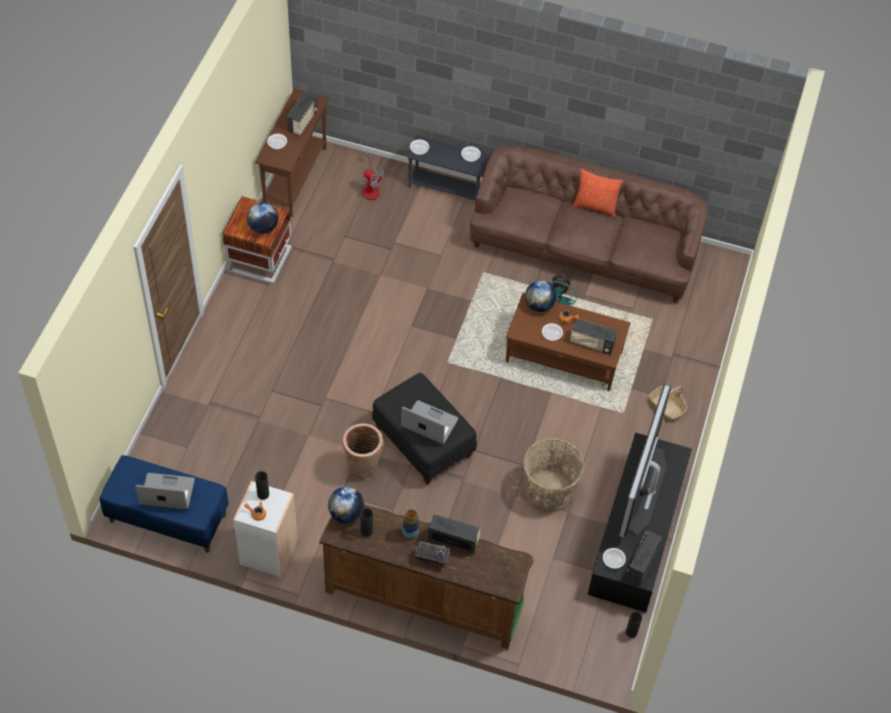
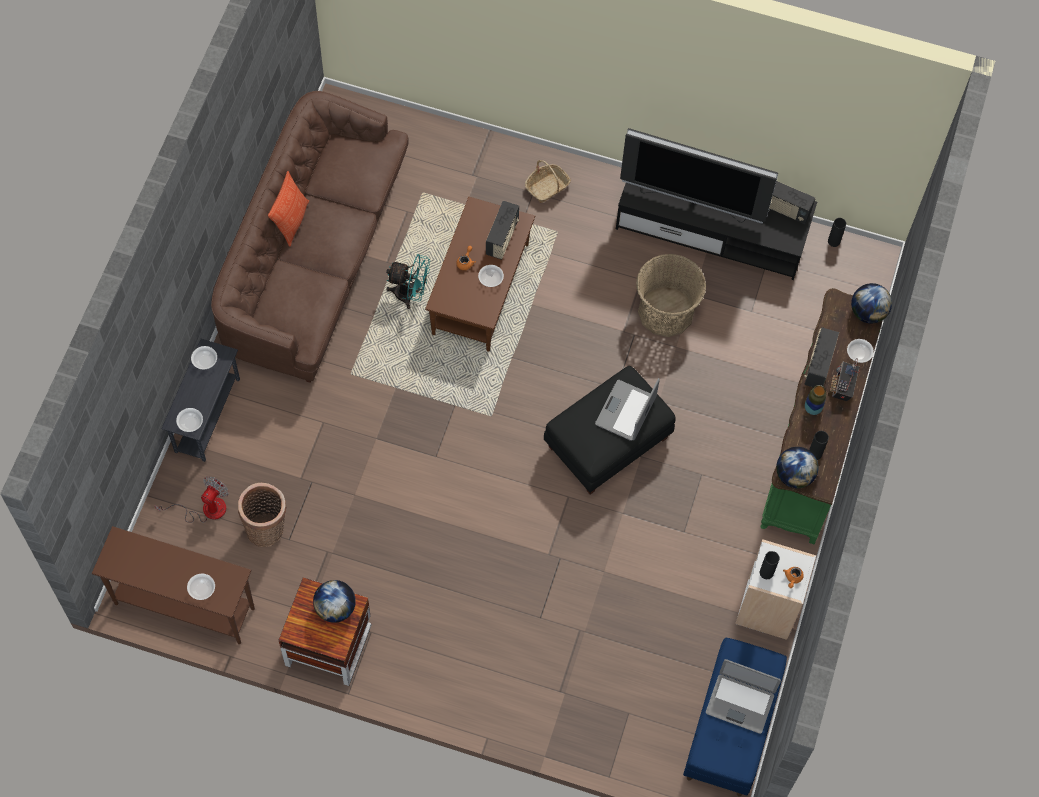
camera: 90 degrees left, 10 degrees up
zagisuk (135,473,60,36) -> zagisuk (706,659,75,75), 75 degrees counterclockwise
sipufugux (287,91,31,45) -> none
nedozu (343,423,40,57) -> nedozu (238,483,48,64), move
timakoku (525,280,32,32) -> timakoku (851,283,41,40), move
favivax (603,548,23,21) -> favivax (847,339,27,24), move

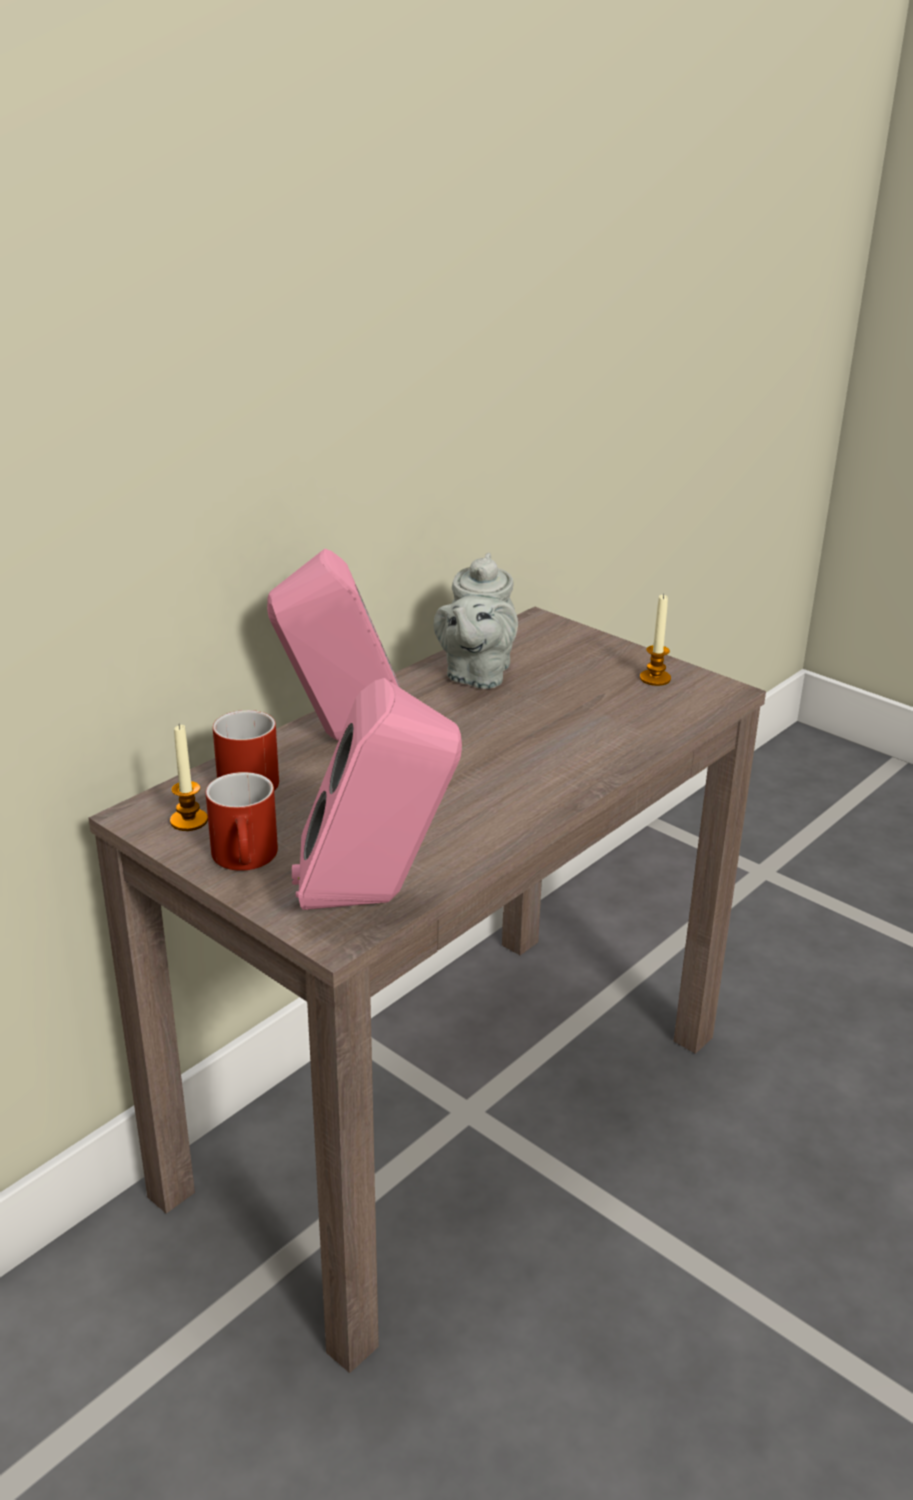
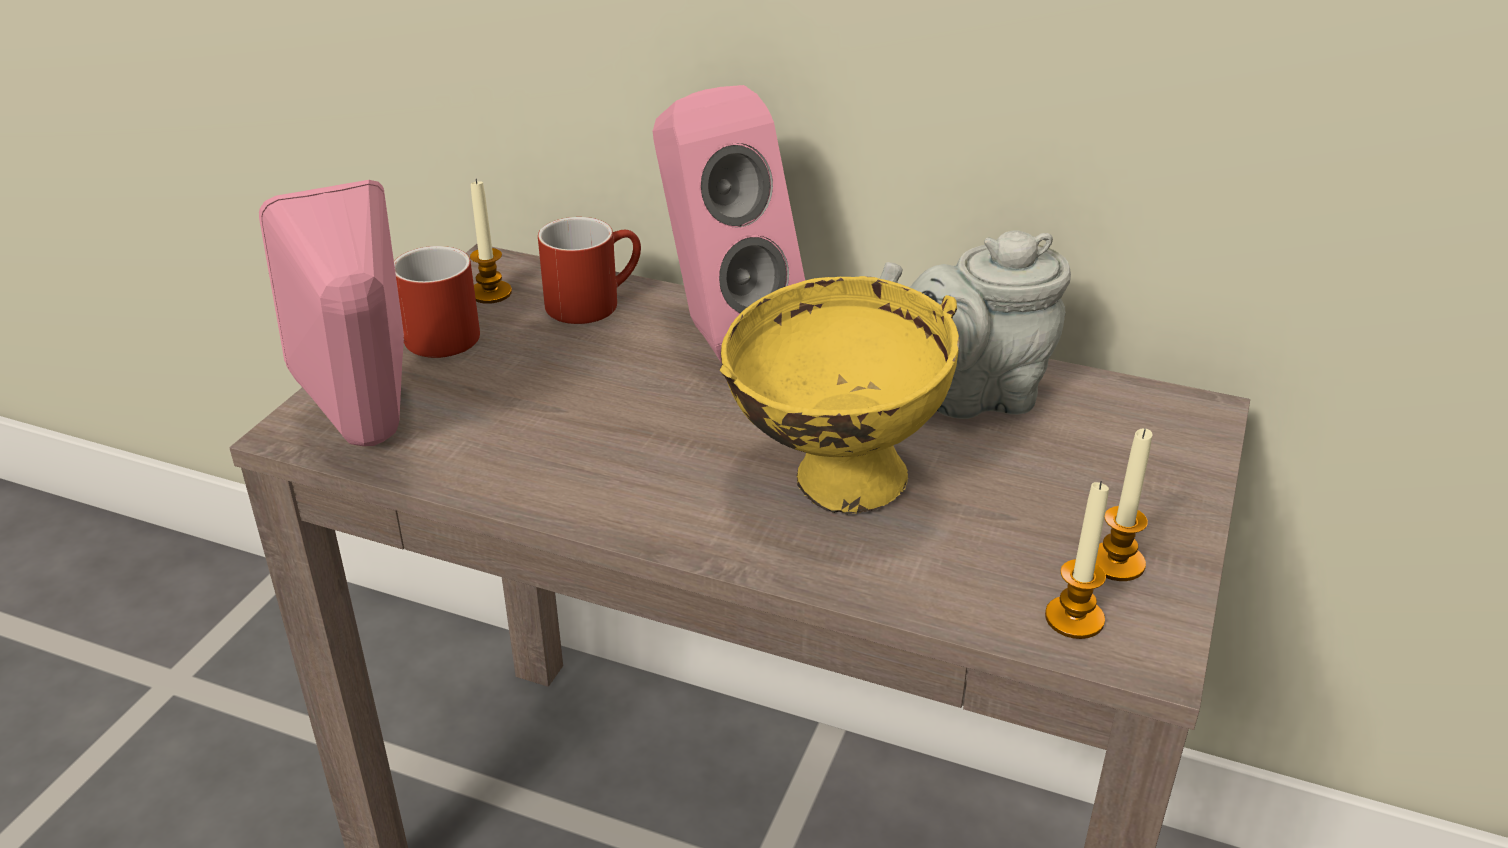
camera: 70 degrees right, 5 degrees up
none -> yellow favivax (720,276,239,239)
none -> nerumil (1045,481,64,158)

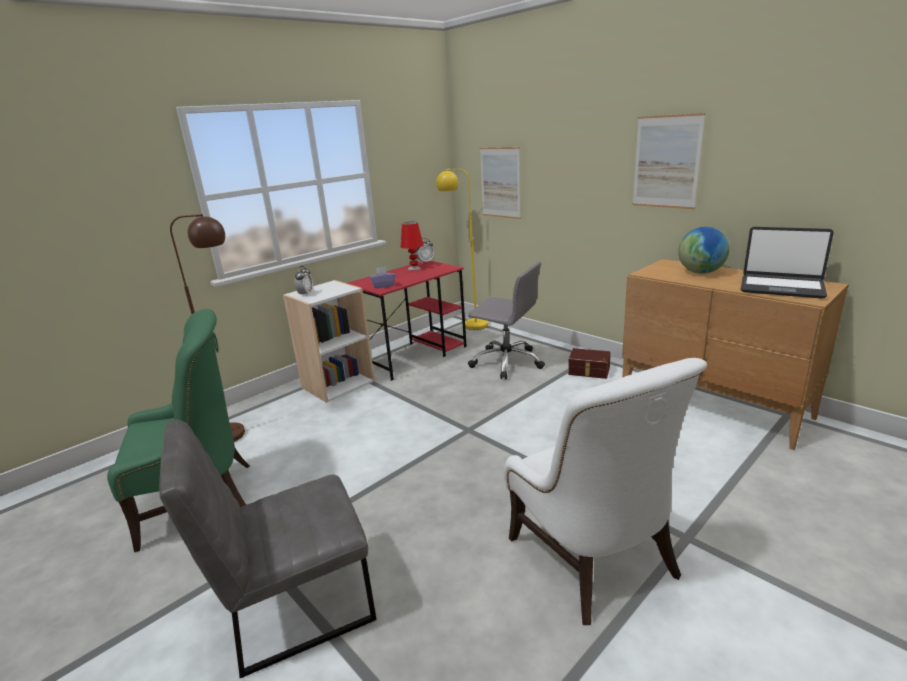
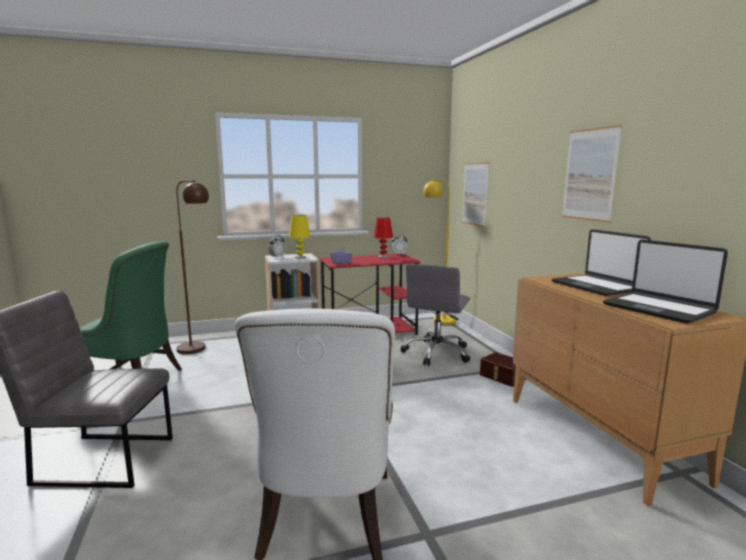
camera: 25 degrees right, 10 degrees down
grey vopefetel (468,262,77,117) -> grey vopefetel (400,264,70,102), 60 degrees clockwise
timakoku (678,227,52,47) -> zagisuk (552,229,99,67)
none -> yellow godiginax (289,215,21,44)

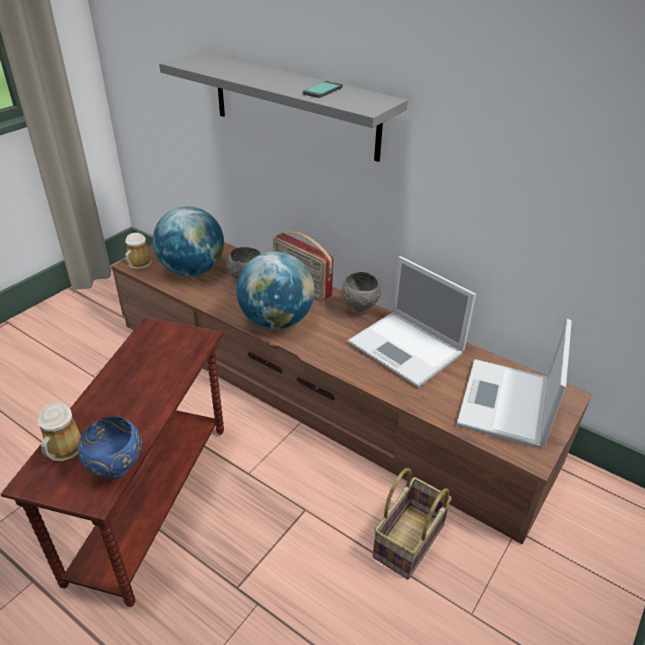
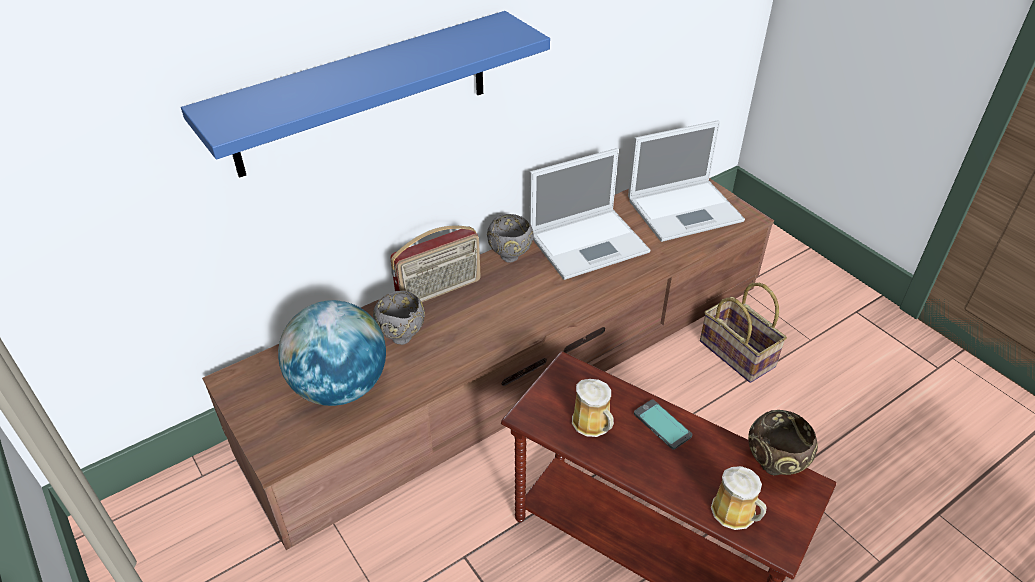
camera: 70 degrees left, 5 degrees up
blue favivax (78,416,64,63) -> brown favivax (748,410,70,66)
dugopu (125,233,26,36) -> dugopu (572,379,42,58), move
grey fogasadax (159,52,249,110) -> blue fogasadax (181,11,369,167)
timakoku (236,251,79,78) -> none
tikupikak (303,81,40,17) -> tikupikak (634,399,58,51), move
zagisuk (457,319,115,129) -> zagisuk (628,120,117,122), 60 degrees counterclockwise

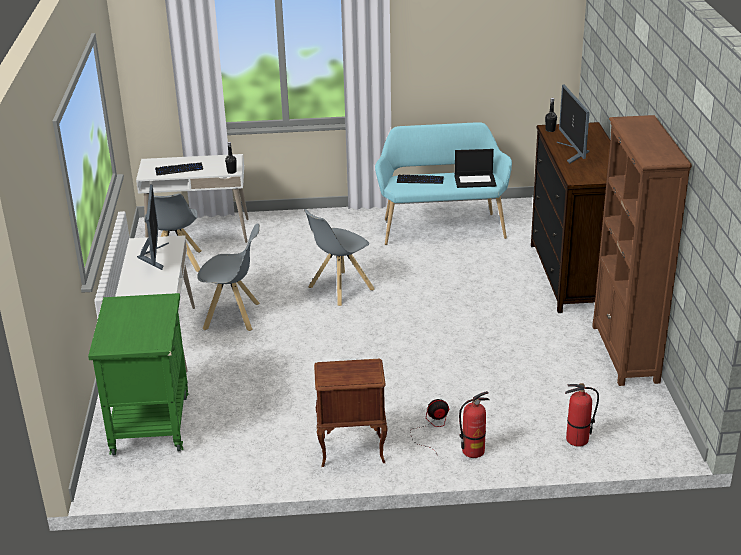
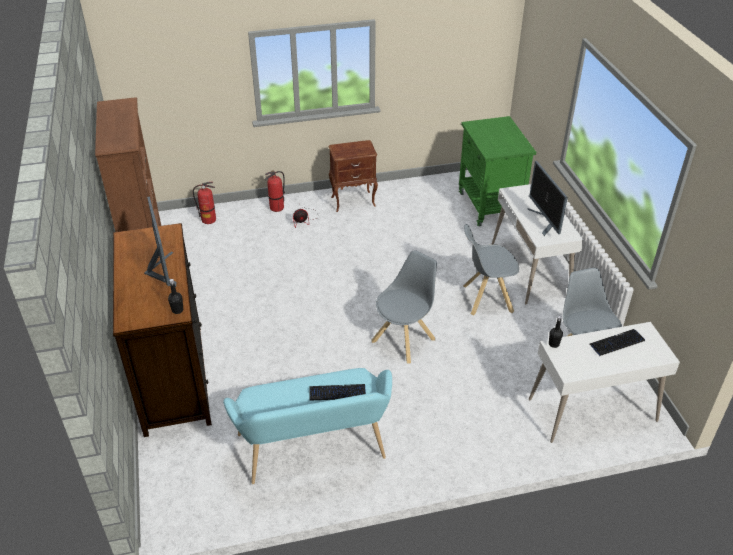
camera: 170 degrees right, 10 degrees up
zagisuk (454,149,43,39) -> none

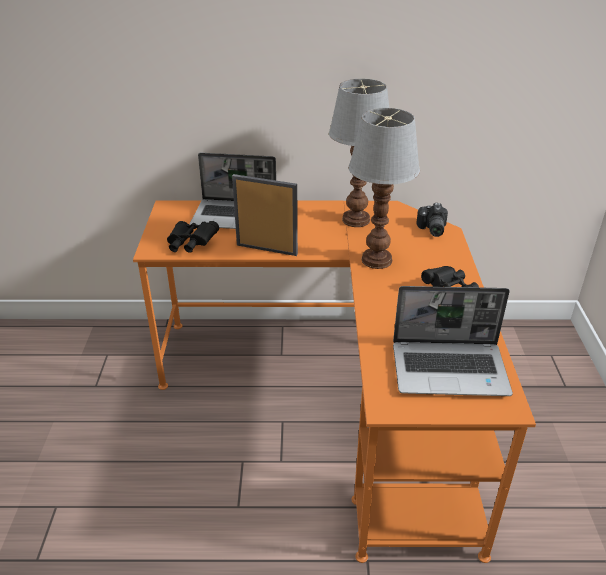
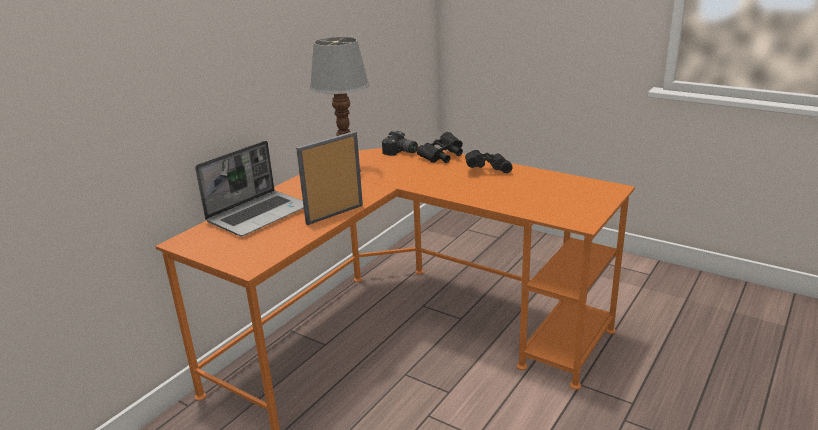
camera: 55 degrees left, 10 degrees down
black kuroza (167,221,52,31) -> black kuroza (417,132,46,31), move
godiginax (348,108,72,161) -> none
zagisuk (393,286,120,110) -> none

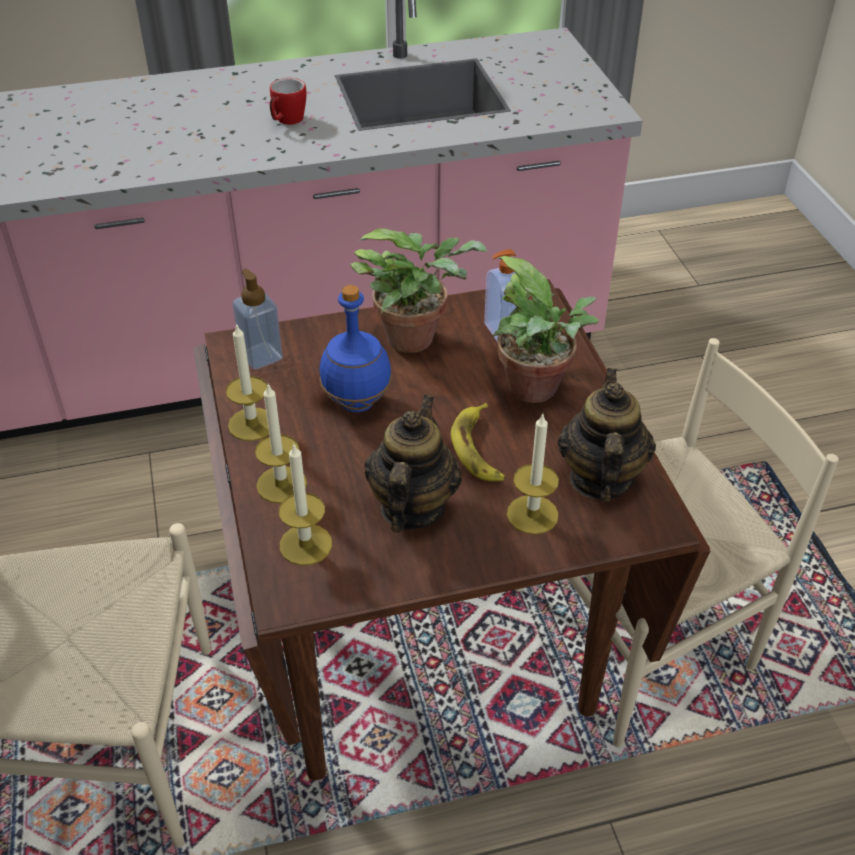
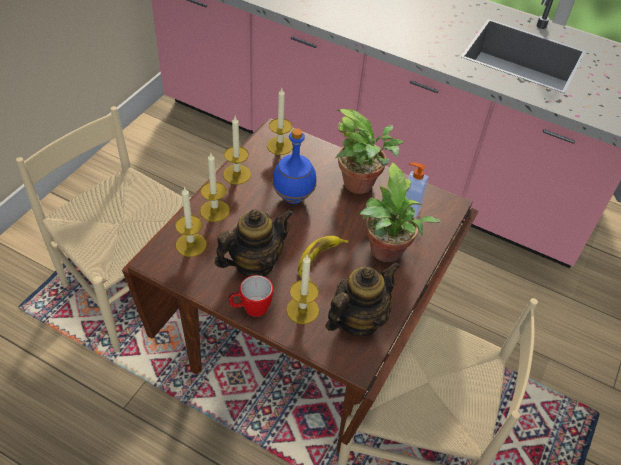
camera: 40 degrees right, 5 degrees up
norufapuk (232,269,51,101) -> nerumil (267,88,26,67)
dugopu (269,78,38,47) -> dugopu (228,275,46,42), move

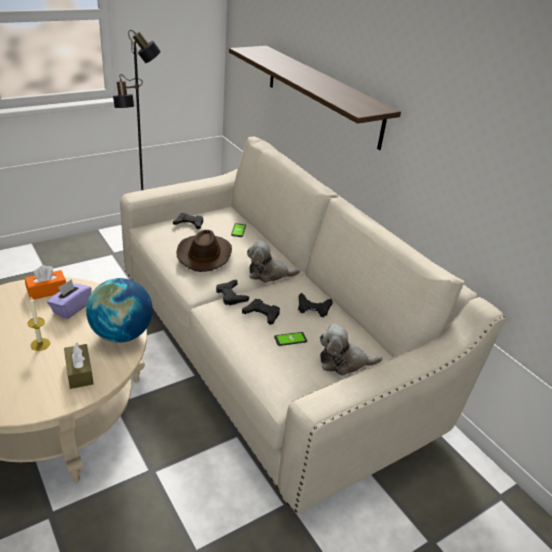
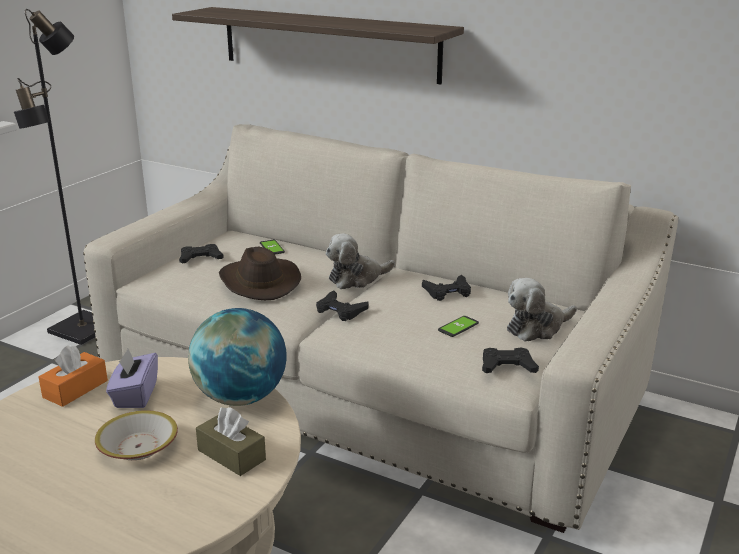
camera: 25 degrees left, 10 degrees down
nerumil (28,297,22,54) -> favivax (95,410,83,50)
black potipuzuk (242,299,38,26) -> black potipuzuk (482,348,57,25), move

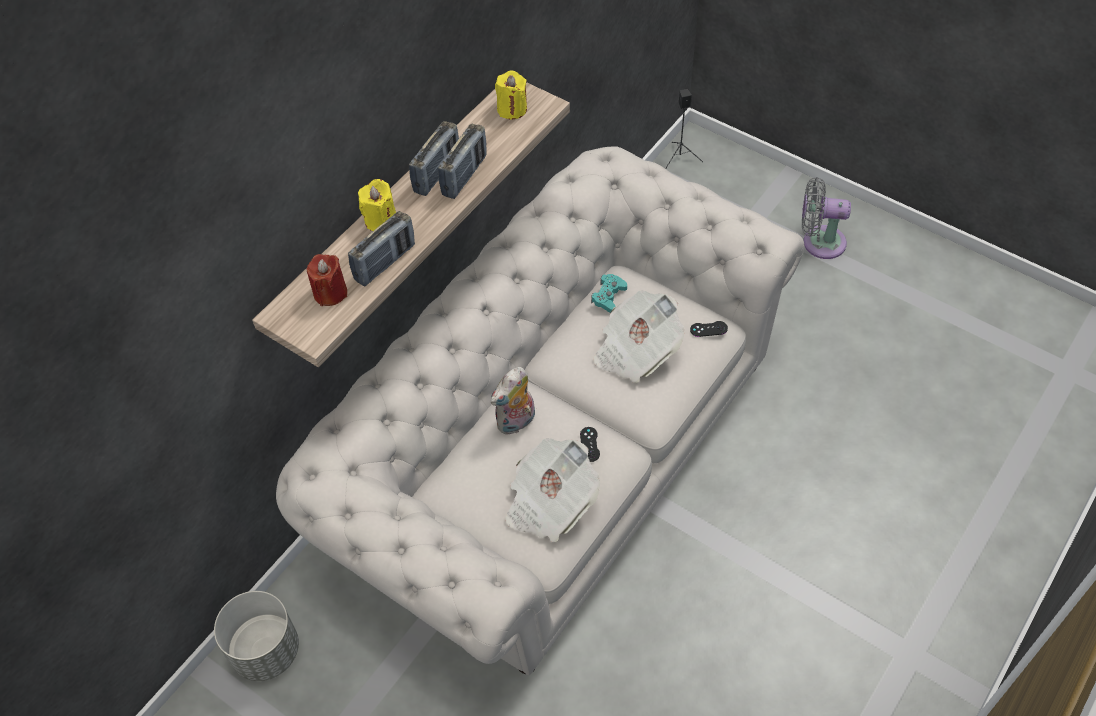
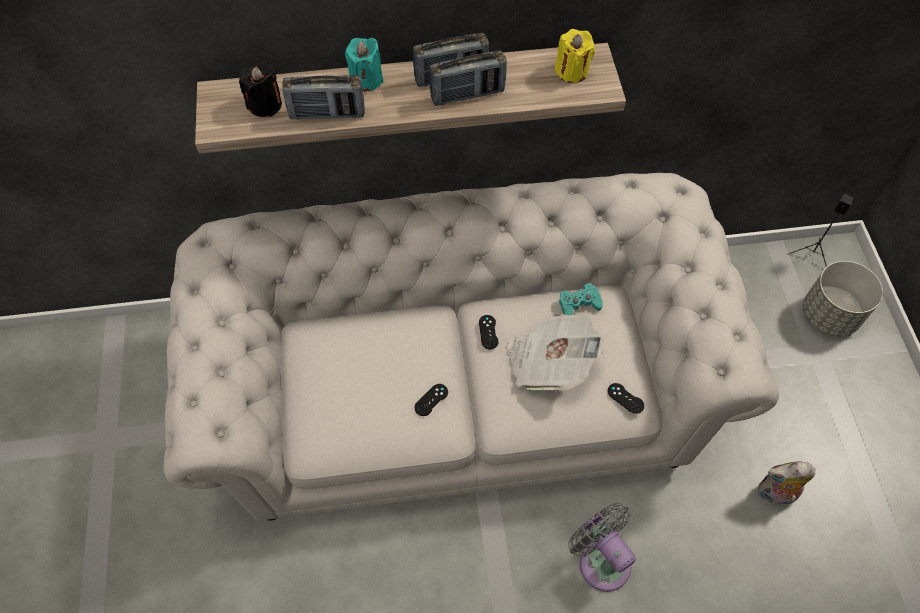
camera: 45 degrees right, 5 degrees up
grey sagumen (214,591,85,90) -> grey sagumen (803,261,80,76), move
red nerumil (306,254,41,52) -> black nerumil (239,62,43,55)
yellow nerumil (358,179,38,52) -> turquoise nerumil (345,38,38,53)
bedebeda (491,367,44,68) -> bedebeda (758,462,58,46), move
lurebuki (505,438,95,104) -> none
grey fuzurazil (802,177,49,82) -> grey fuzurazil (568,503,68,89), move
none -> black potipuzuk (479,315,20,34)

